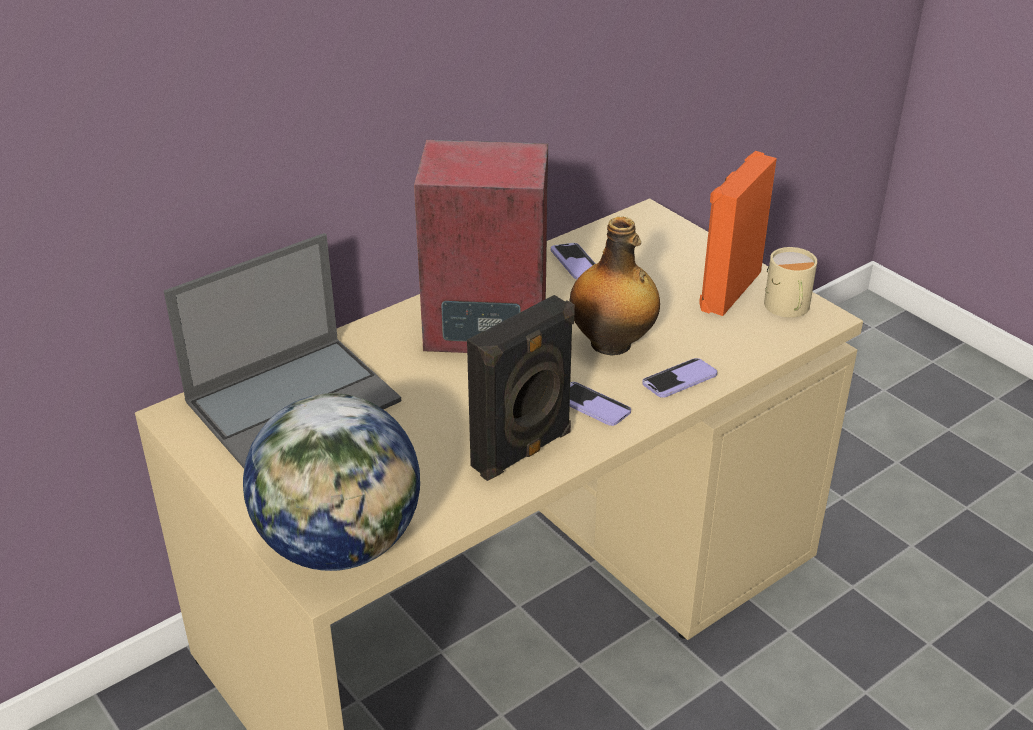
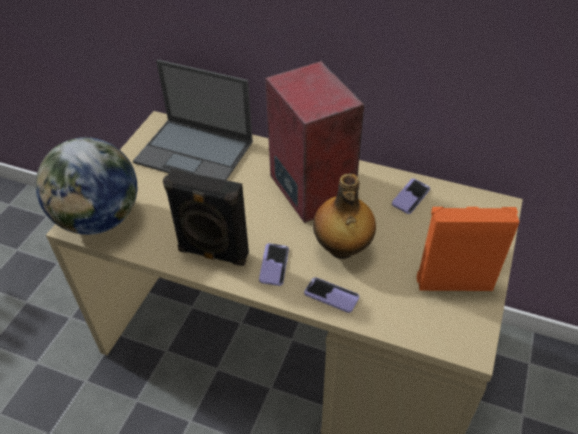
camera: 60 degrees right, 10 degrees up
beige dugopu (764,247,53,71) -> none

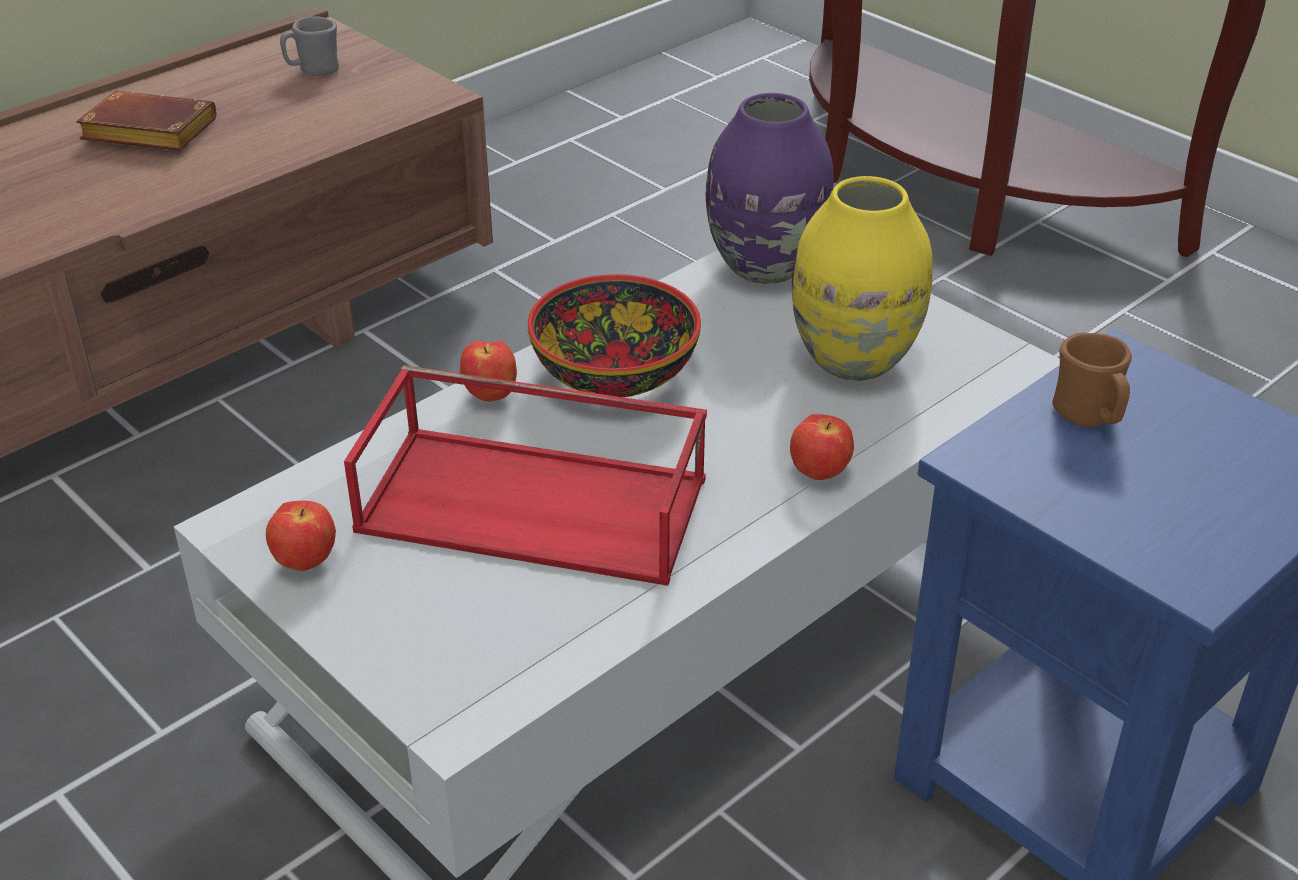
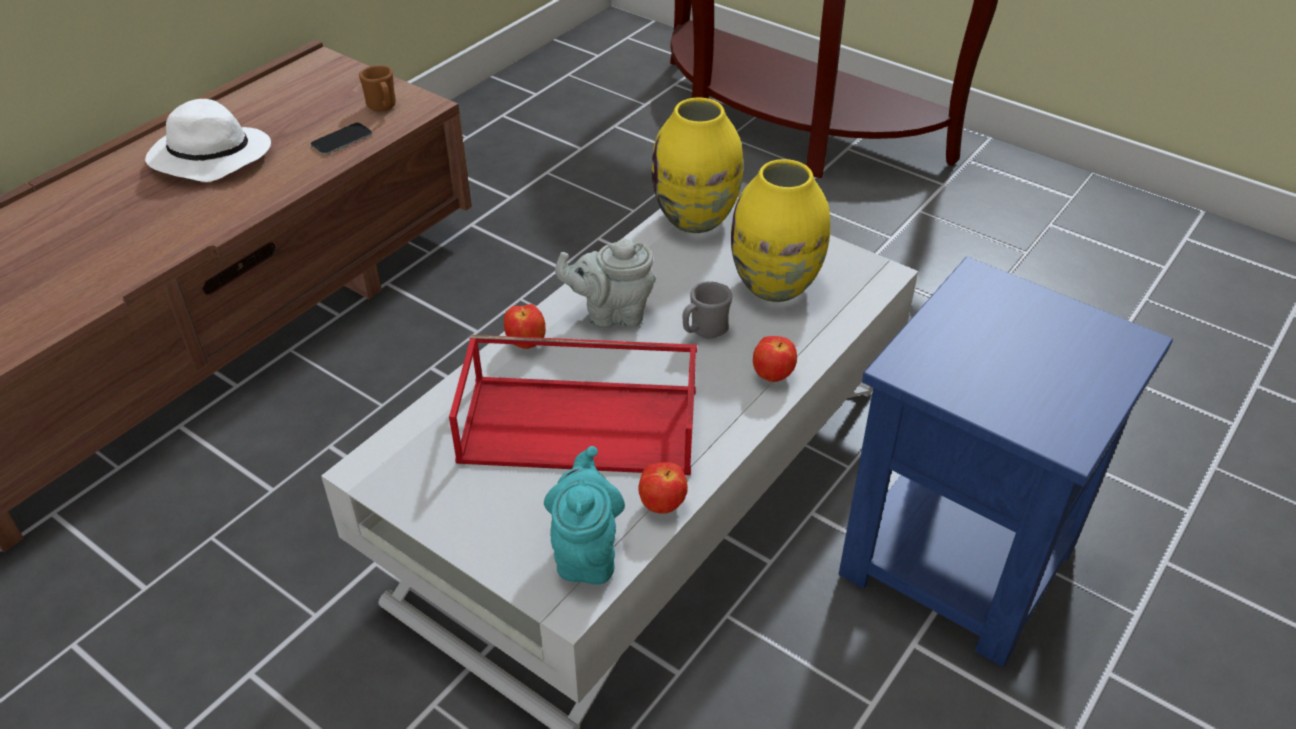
camera: 10 degrees left, 5 degrees up
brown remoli (76,91,140,60) -> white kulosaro (145,99,126,83)
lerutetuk (266,501,70,70) -> lerutetuk (639,462,49,52), move
grey dugopu (280,16,59,60) -> grey dugopu (683,281,49,58), move
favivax (528,274,173,123) -> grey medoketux (555,239,101,90)
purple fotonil (706,93,128,191) -> yellow fotonil (652,98,91,135)
brown dugopu (1052,332,80,95) -> brown dugopu (359,66,37,46), move
none -> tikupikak (311,123,61,32)
none -> turquoise medoketux (544,446,81,139)

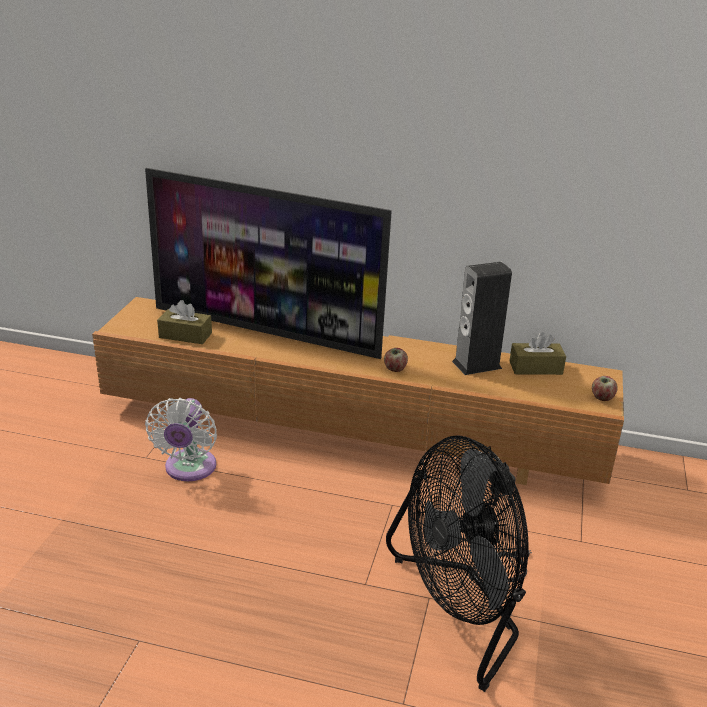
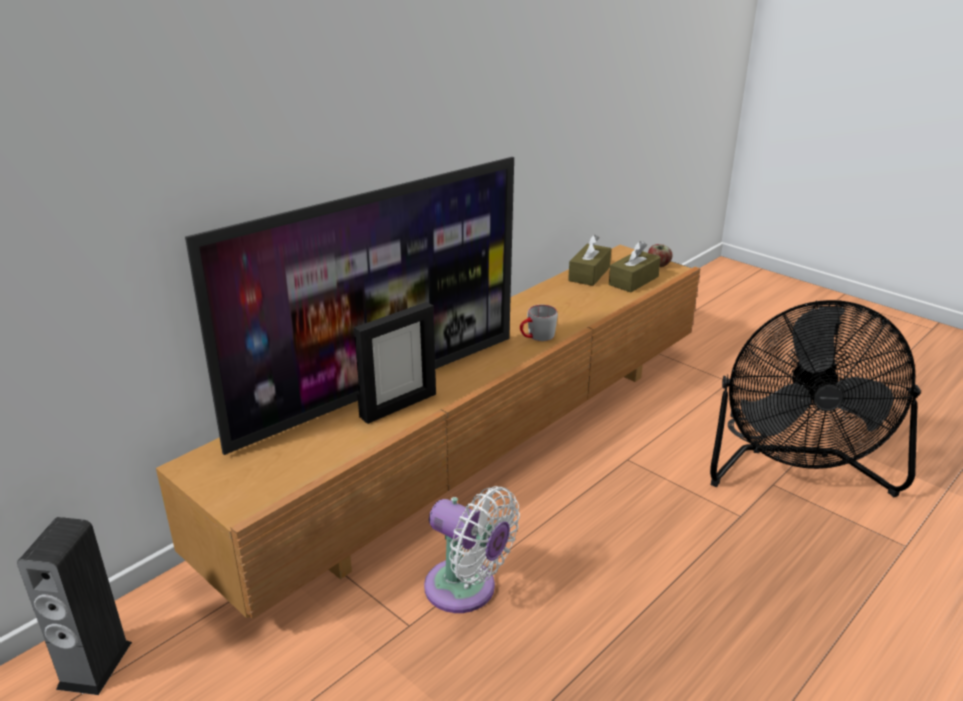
camera: 60 degrees left, 0 degrees up
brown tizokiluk (157,300,55,44) -> brown tizokiluk (609,241,52,51), move
lerutetuk (384,348,24,24) -> grey dugopu (520,305,38,36)
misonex (452,262,60,113) -> misonex (17,517,115,178), move
none -> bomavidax (354,302,82,122)

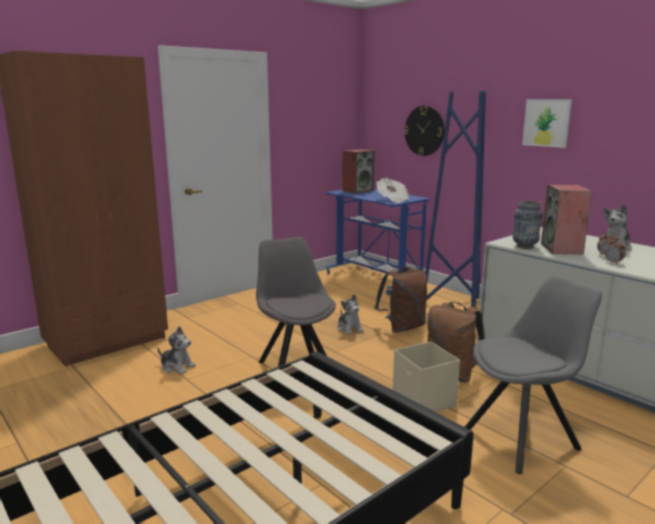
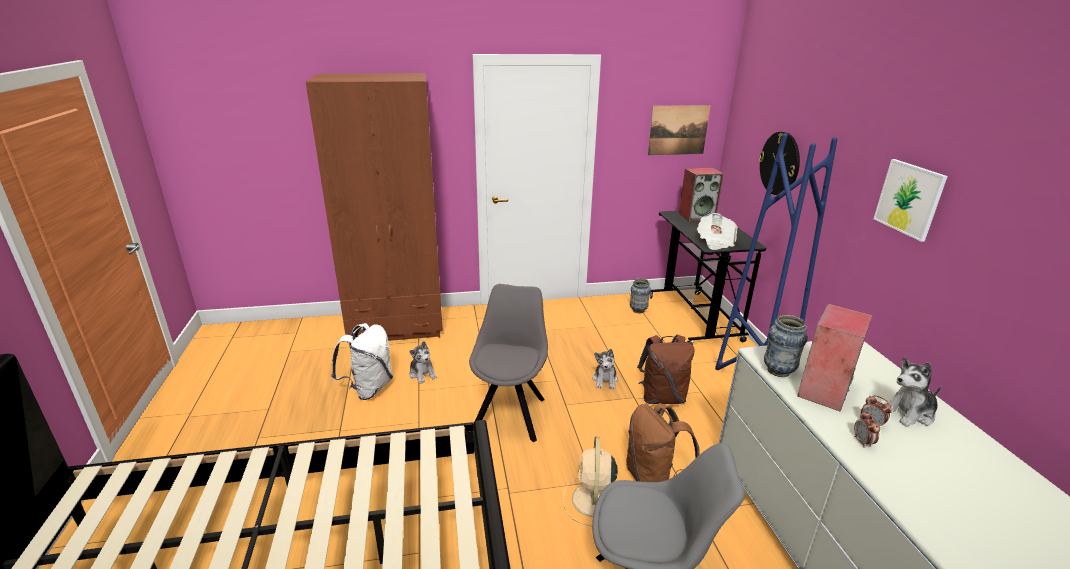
camera: 30 degrees right, 10 degrees up
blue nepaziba (326,189,103,106) -> black nepaziba (650,211,116,134)
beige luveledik (393,341,67,71) -> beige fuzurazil (563,436,55,90)
none -> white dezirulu (331,323,62,77)
none -> fotonil (630,278,21,35)
none -> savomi (648,105,62,51)

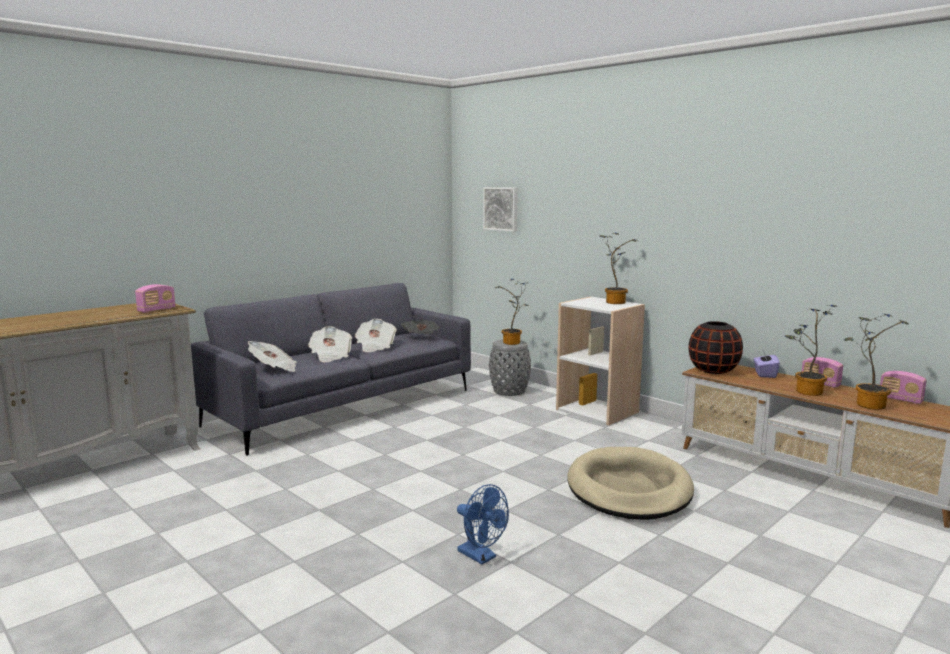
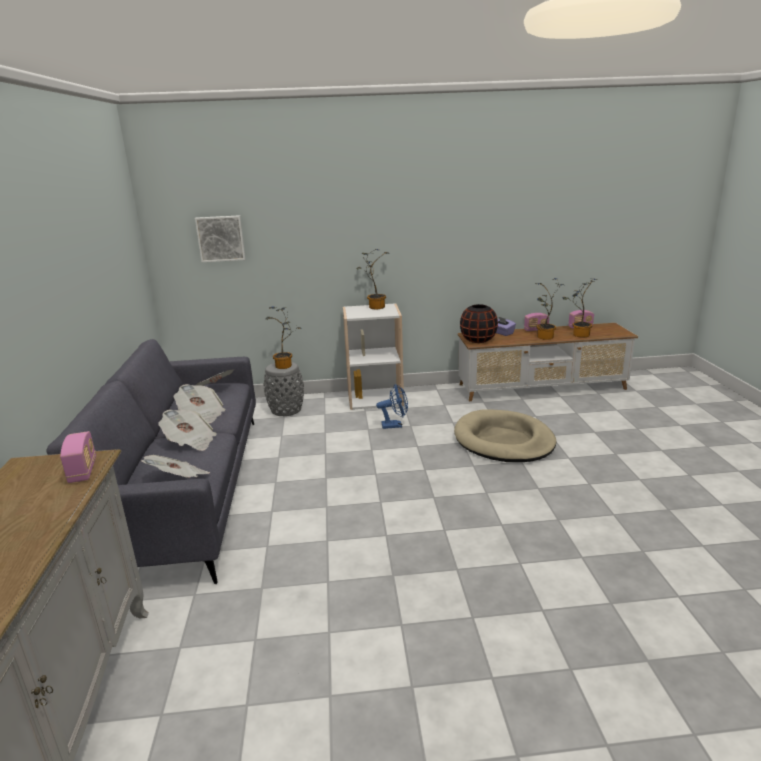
camera: 50 degrees left, 10 degrees up
blue fuzurazil (457,484,52,81) -> blue fuzurazil (376,384,32,45), move

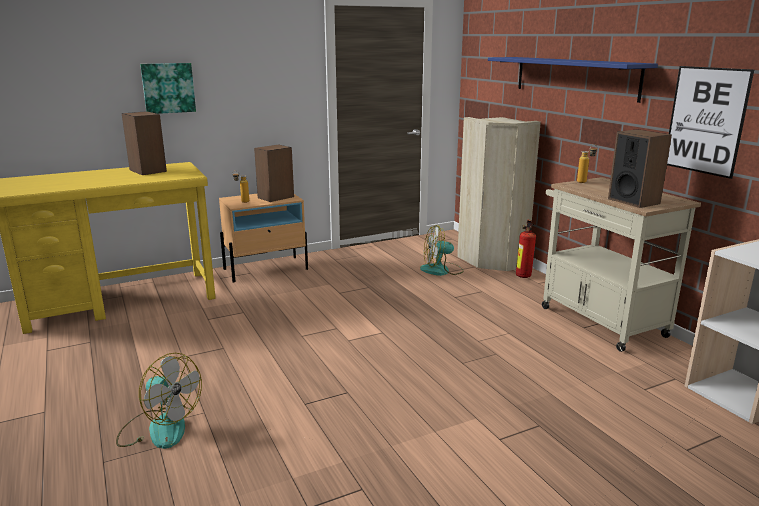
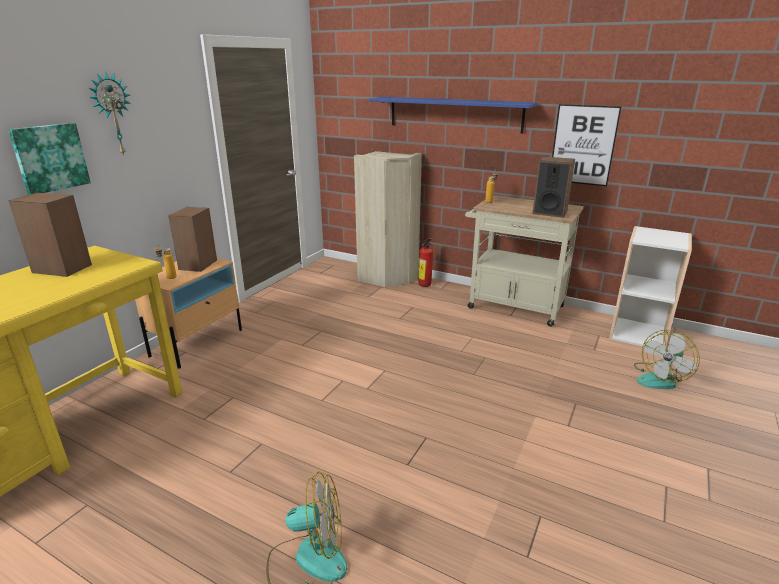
camera: 35 degrees left, 5 degrees up
fuzurazil (420,225,44,51) -> fuzurazil (634,330,66,59), move
none -> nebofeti (89,71,42,85)

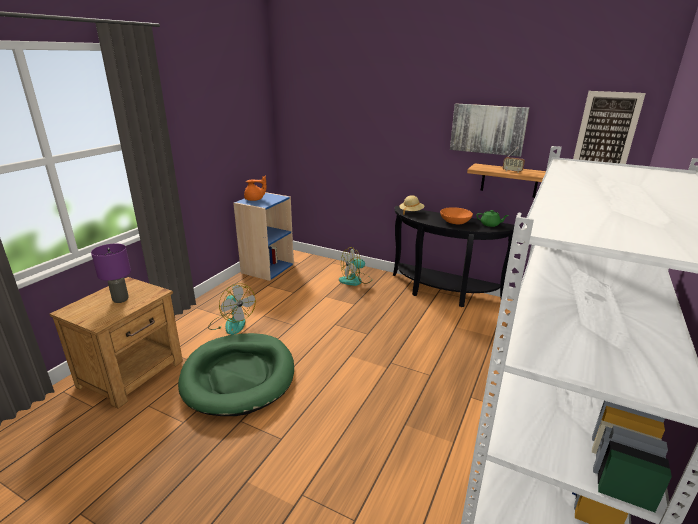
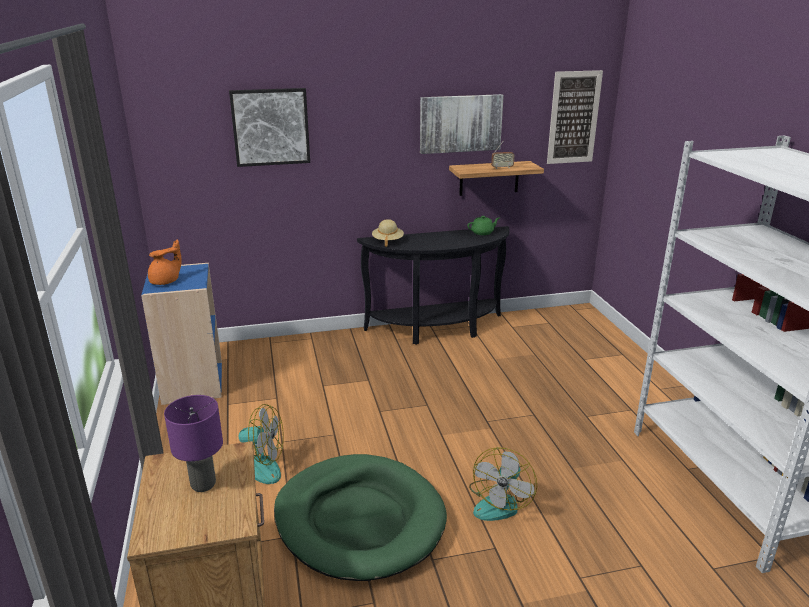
camera: 40 degrees left, 0 degrees up
fuzurazil (339,247,33,39) -> fuzurazil (469,447,68,74), move
orange favivax (440,207,33,18) -> none
none -> savomi (229,88,81,79)

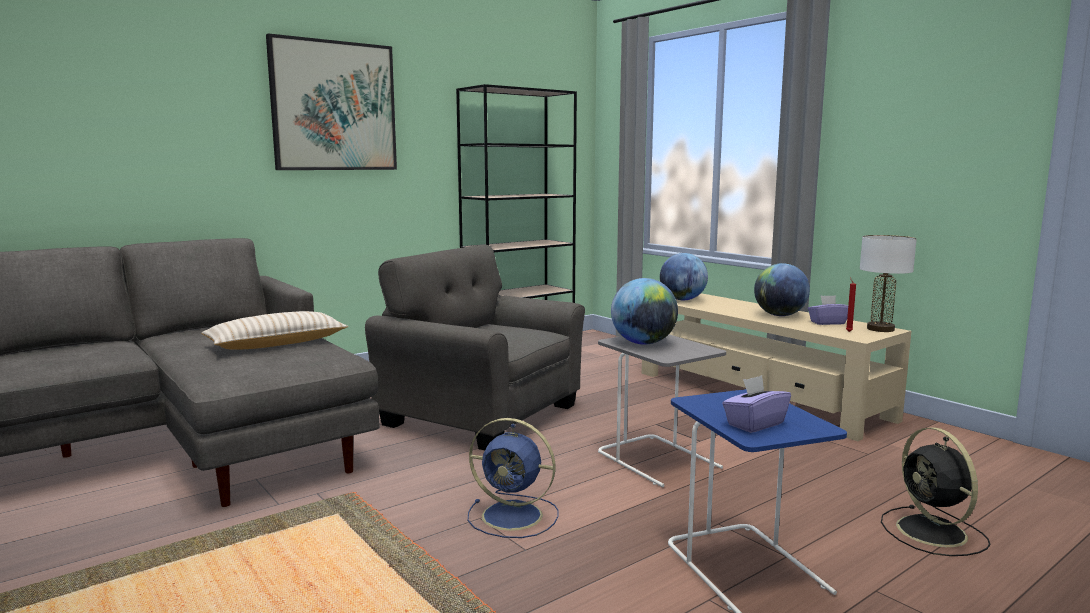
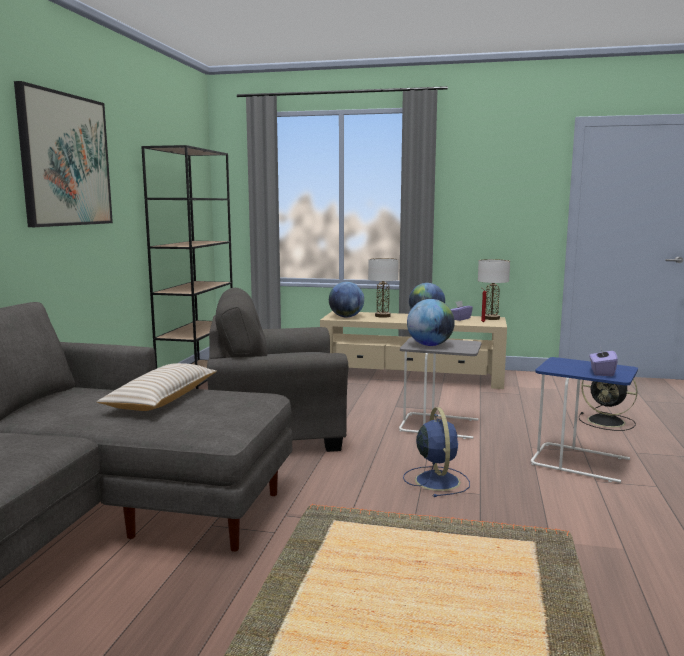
camera: 40 degrees left, 0 degrees up
blue fuzurazil (468,418,91,120) -> blue fuzurazil (403,407,67,90), 75 degrees counterclockwise
none -> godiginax (368,258,31,60)

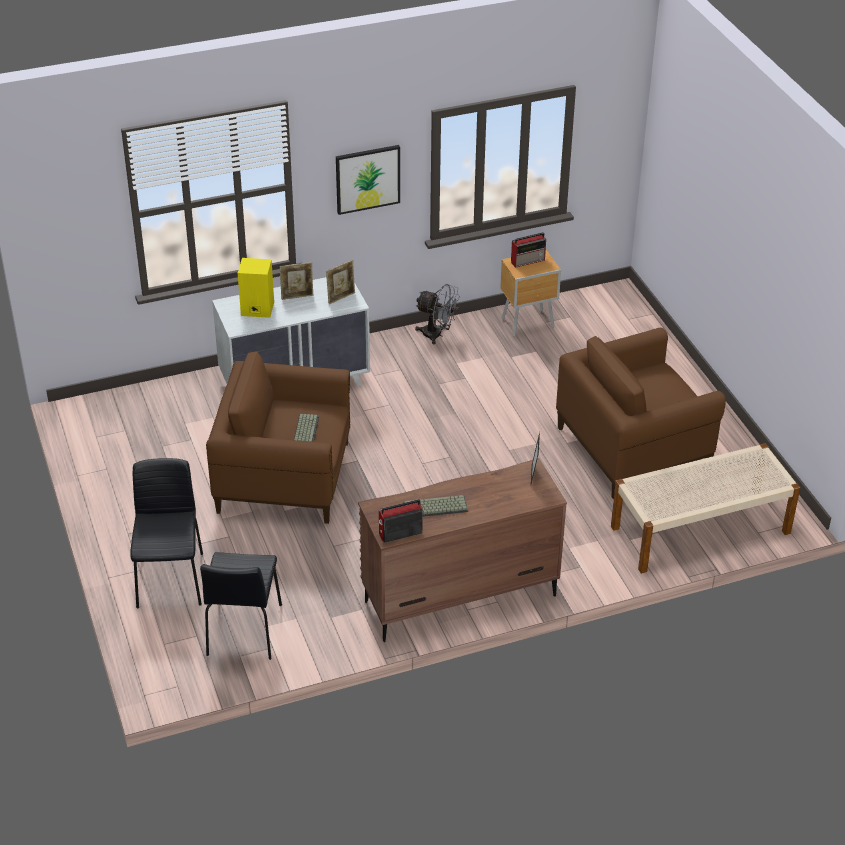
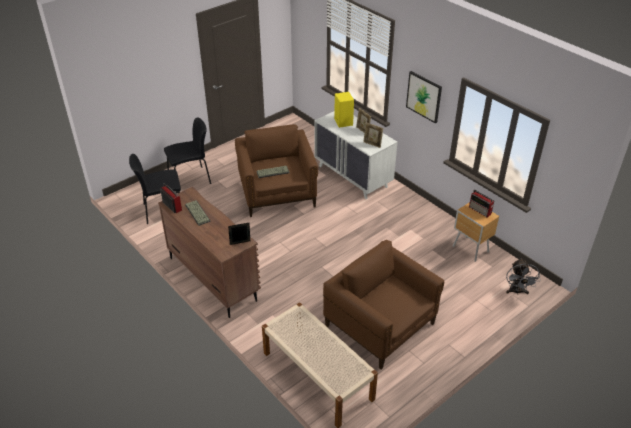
camera: 70 degrees right, 0 degrees up
grey fuzurazil (415,284,45,61) -> grey fuzurazil (506,258,35,37), move

